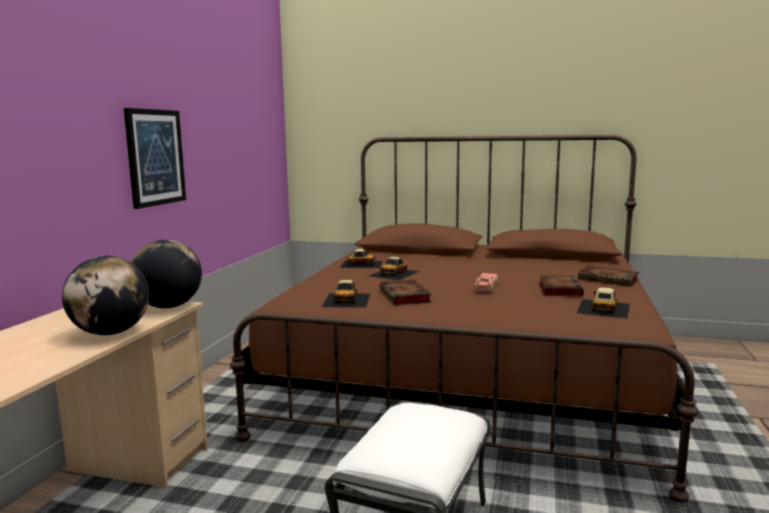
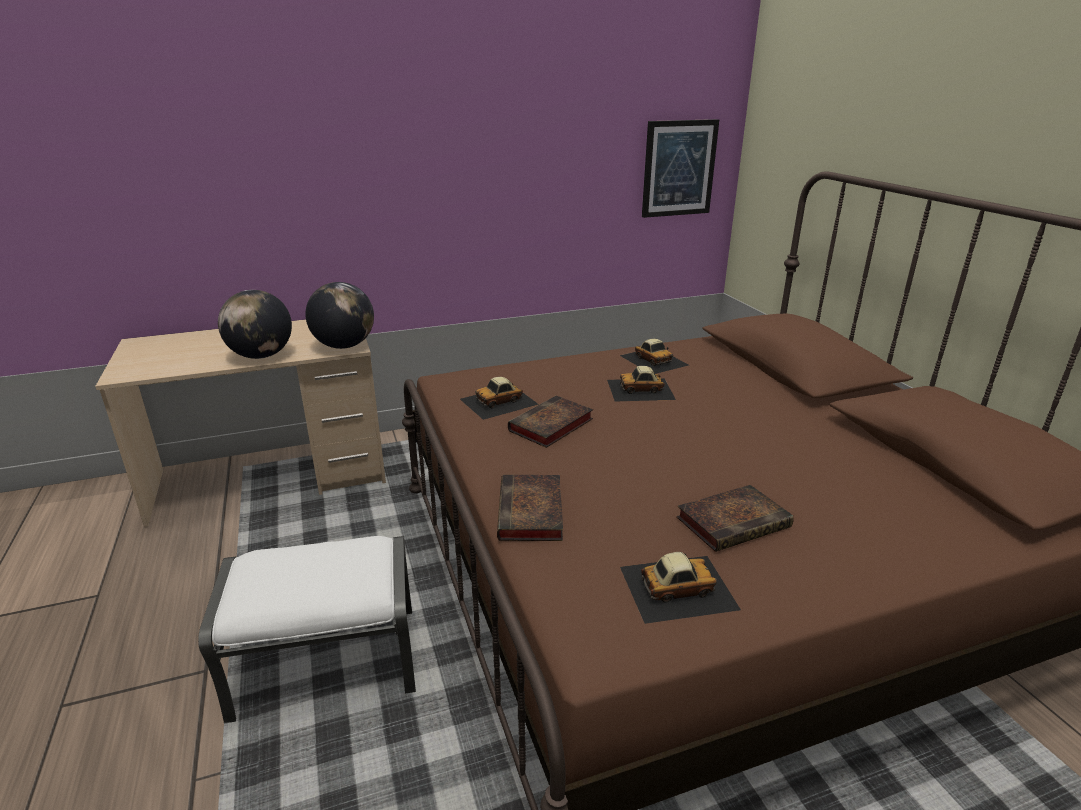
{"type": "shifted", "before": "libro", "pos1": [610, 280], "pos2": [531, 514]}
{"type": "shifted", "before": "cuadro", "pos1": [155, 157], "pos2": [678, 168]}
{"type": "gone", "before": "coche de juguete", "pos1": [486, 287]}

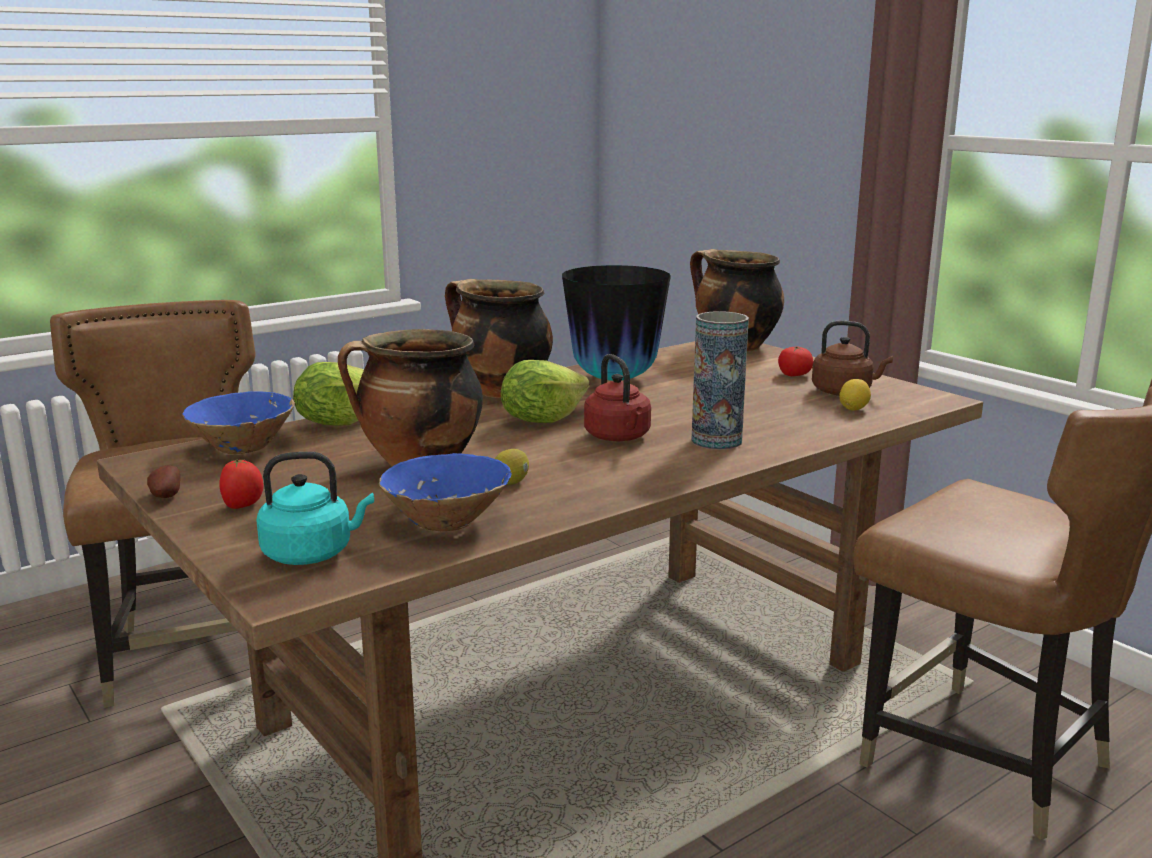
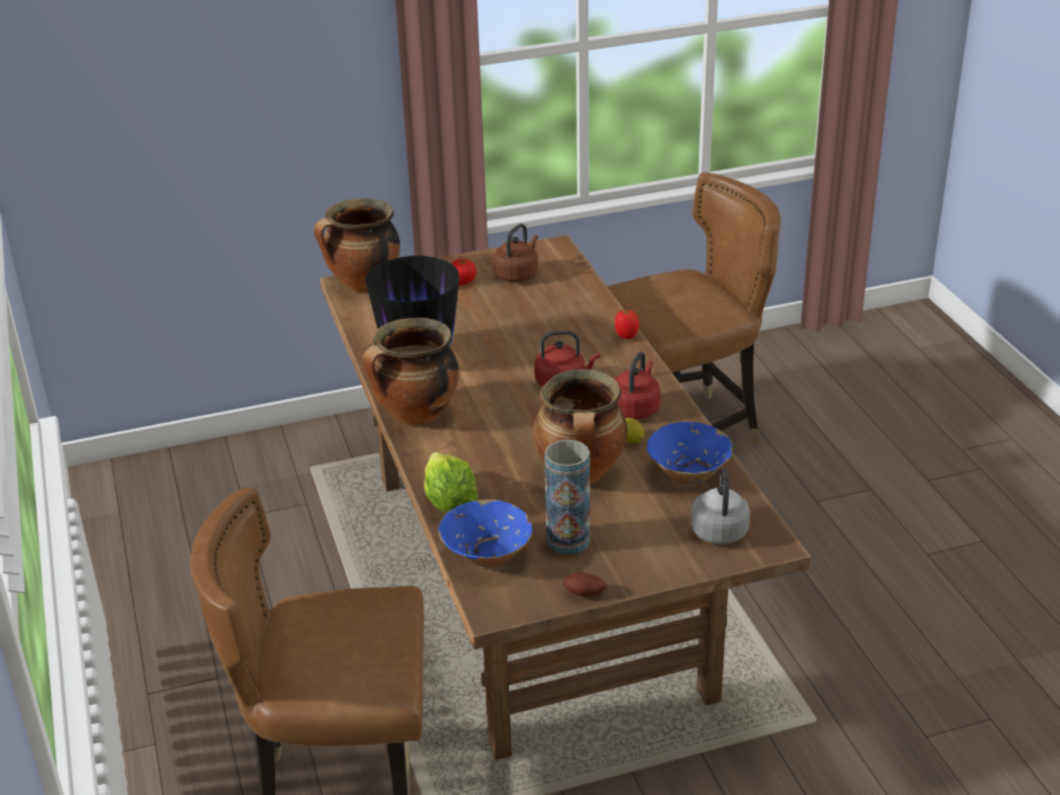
{"type": "shifted", "before": "florero", "pos1": [716, 441], "pos2": [568, 540]}
{"type": "new", "after": "hervidor [rojo]", "pos2": [635, 408]}
{"type": "shifted", "before": "tomate", "pos1": [243, 506], "pos2": [626, 336]}
{"type": "repainted", "before": "hervidor [turquesa]", "after": "hervidor [gris]", "pos1": [312, 553], "pos2": [719, 530]}
{"type": "gone", "before": "lechuga", "pos1": [541, 420]}
{"type": "gone", "before": "limón", "pos1": [853, 409]}

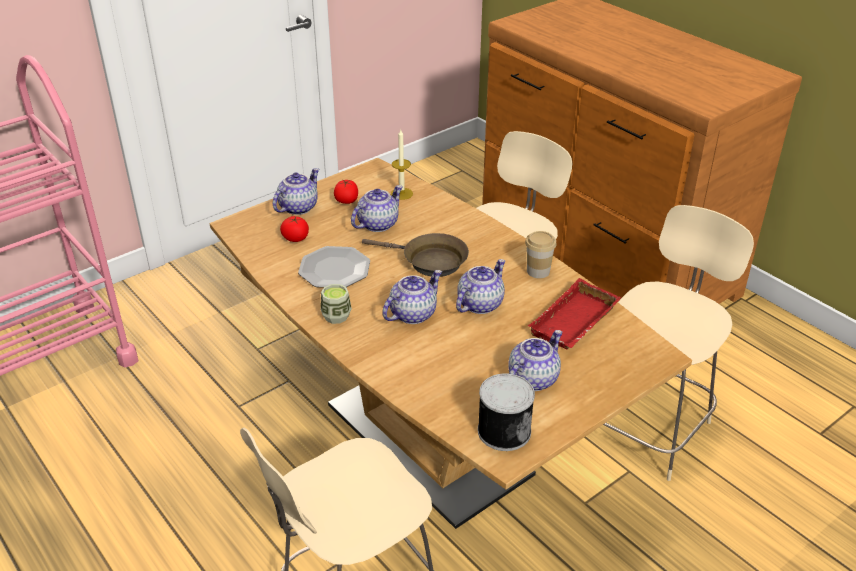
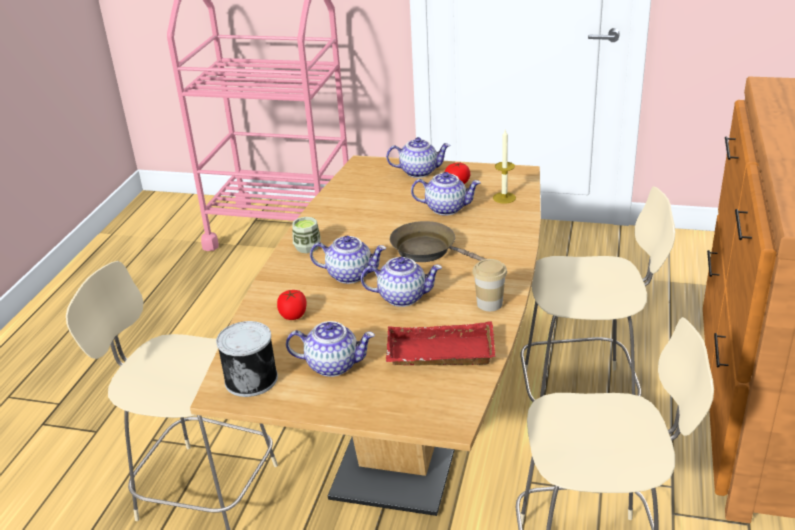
{"type": "shifted", "before": "tomate", "pos1": [295, 238], "pos2": [293, 315]}
{"type": "rotated", "before": "sartén [marrón]", "pos1": [429, 261], "pos2": [429, 250], "turn": 135}
{"type": "gone", "before": "plato", "pos1": [334, 269]}

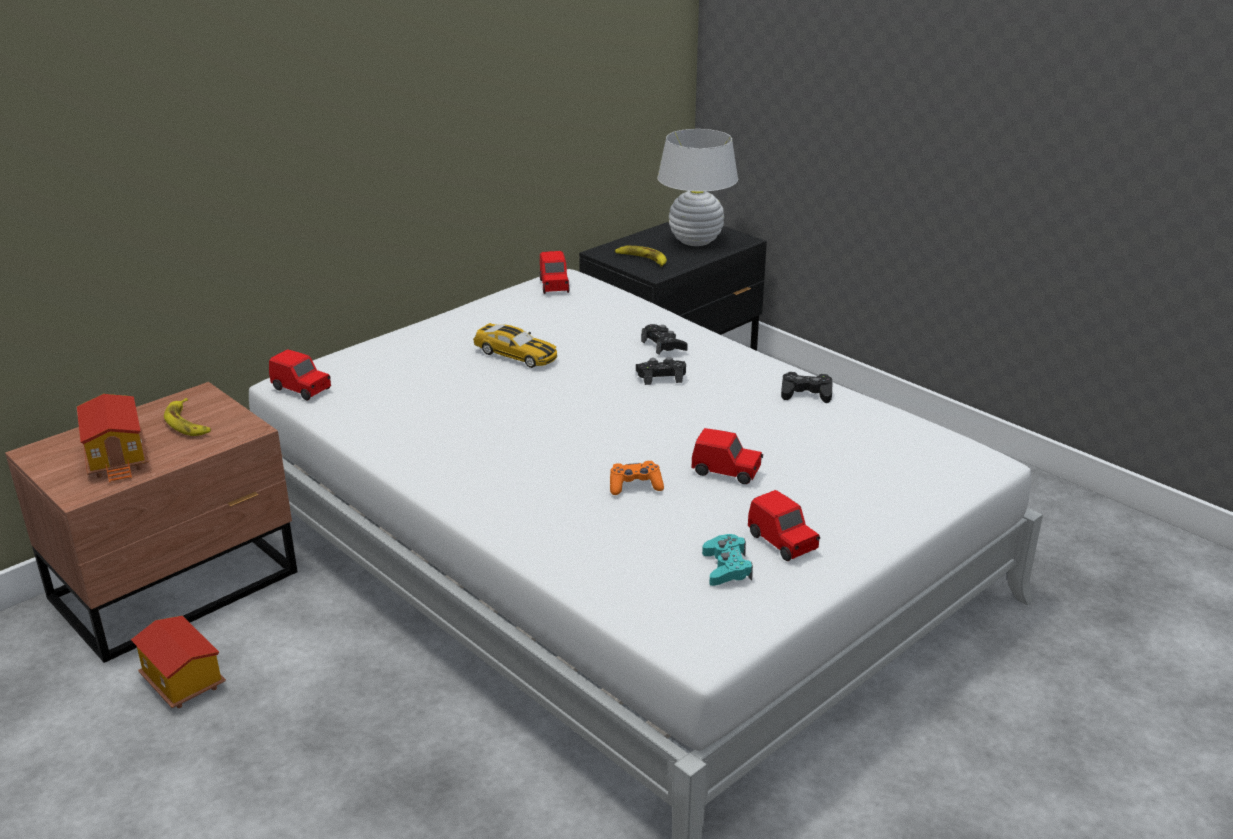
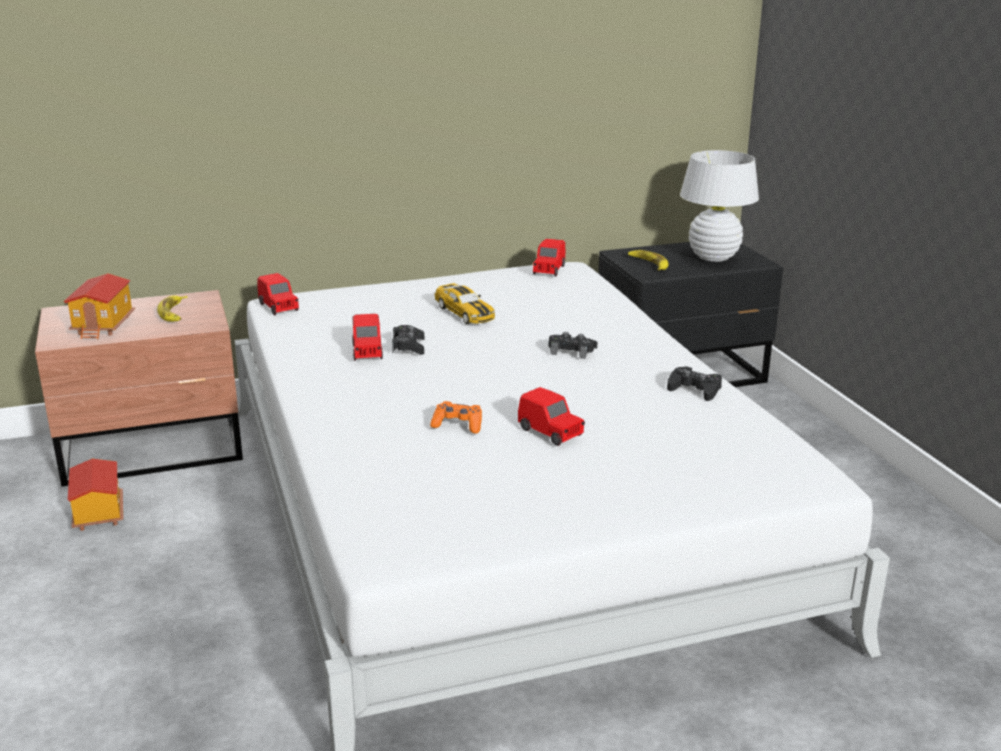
{"type": "shifted", "before": "coche de juguete [rojo]", "pos1": [782, 542], "pos2": [367, 352]}
{"type": "shifted", "before": "mando de consola [negro]", "pos1": [663, 345], "pos2": [408, 346]}
{"type": "gone", "before": "mando de consola [turquesa]", "pos1": [726, 568]}

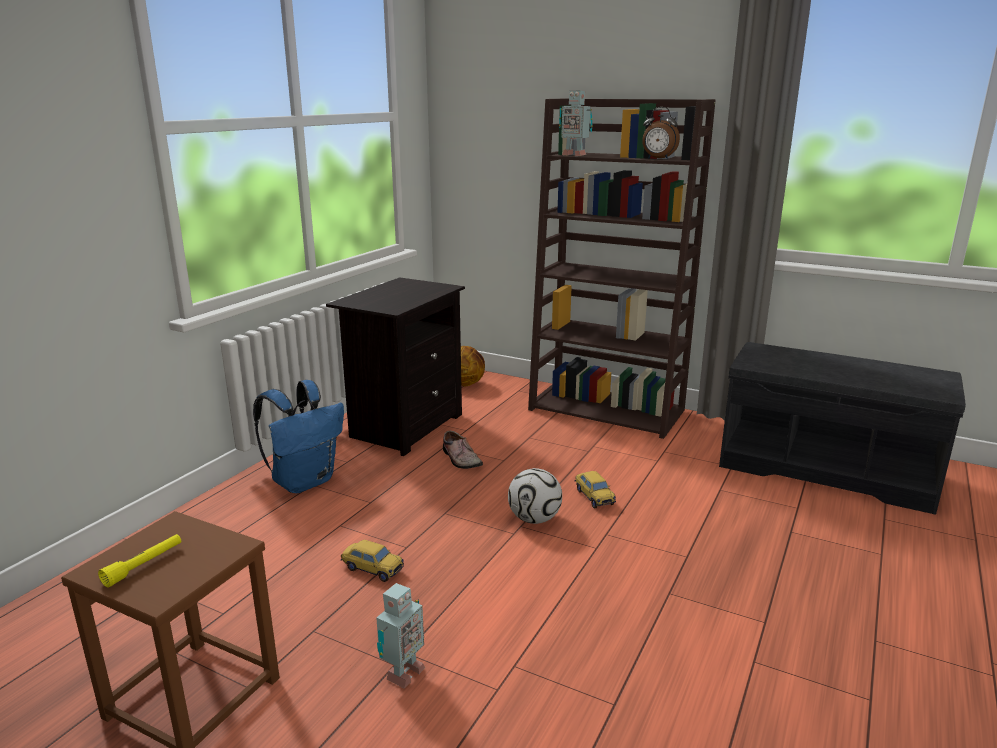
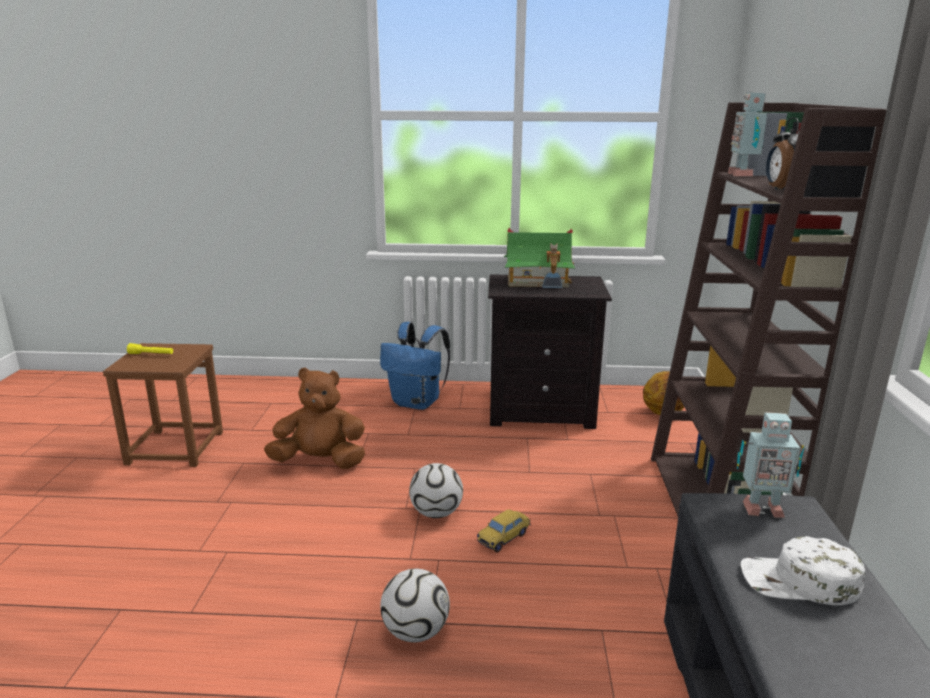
{"type": "swapped", "before": "coche de juguete", "after": "peluche [marrón]", "pos1": [372, 569], "pos2": [320, 461]}
{"type": "new", "after": "balón de fútbol", "pos2": [416, 632]}
{"type": "new", "after": "casita", "pos2": [538, 281]}
{"type": "shifted", "before": "robot de juguete", "pos1": [402, 673], "pos2": [760, 508]}
{"type": "new", "after": "gorra [blanco]", "pos2": [799, 581]}
{"type": "gone", "before": "zapato", "pos1": [460, 459]}

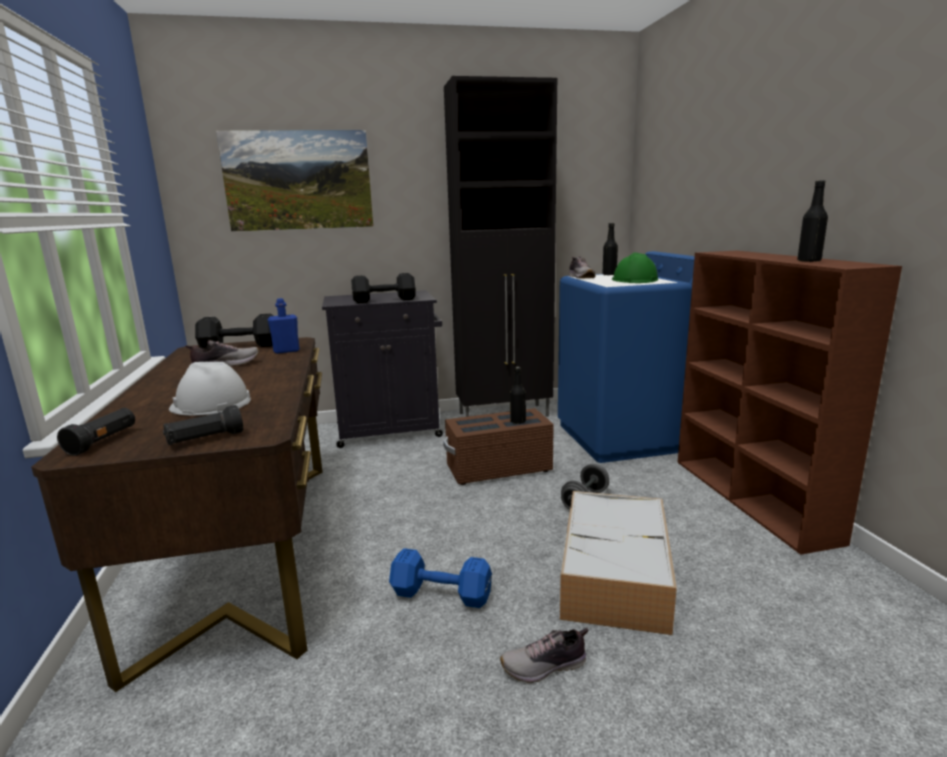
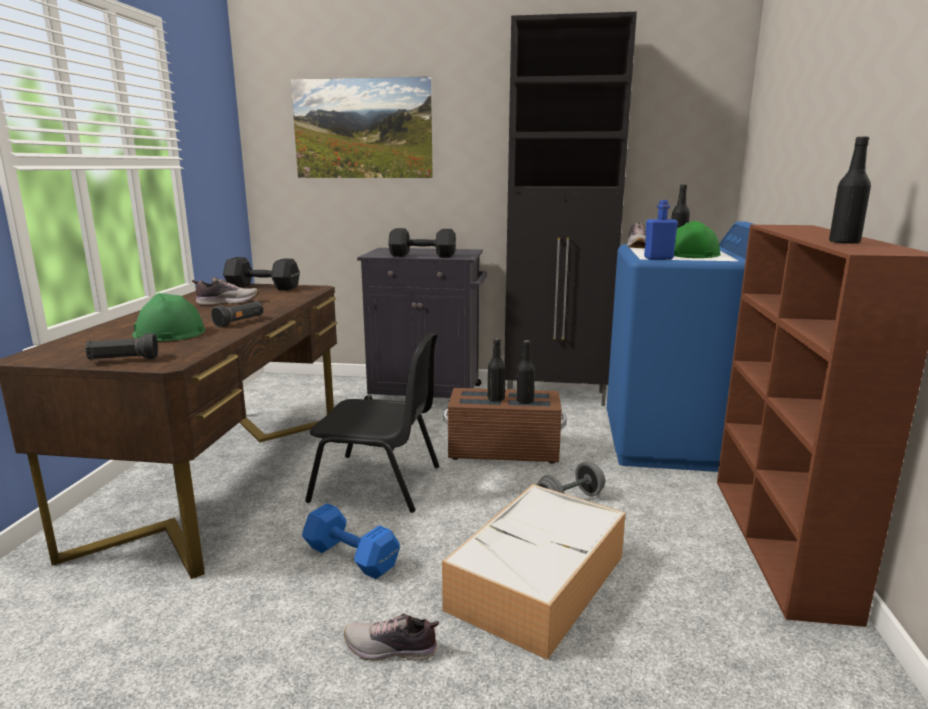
{"type": "repainted", "before": "casco [blanco]", "after": "casco [verde]", "pos1": [210, 404], "pos2": [169, 333]}
{"type": "shifted", "before": "linterna [negro]", "pos1": [103, 441], "pos2": [240, 322]}
{"type": "new", "after": "silla [negro]", "pos2": [378, 484]}
{"type": "new", "after": "botella [negro]", "pos2": [496, 399]}
{"type": "shifted", "before": "botella [azul]", "pos1": [286, 351], "pos2": [658, 258]}

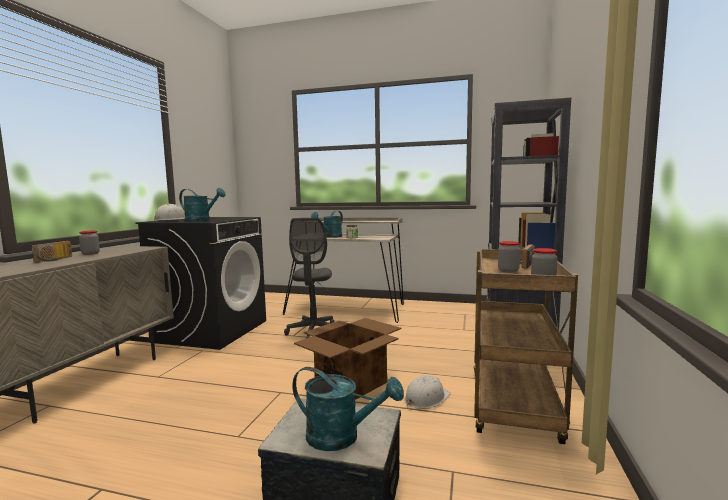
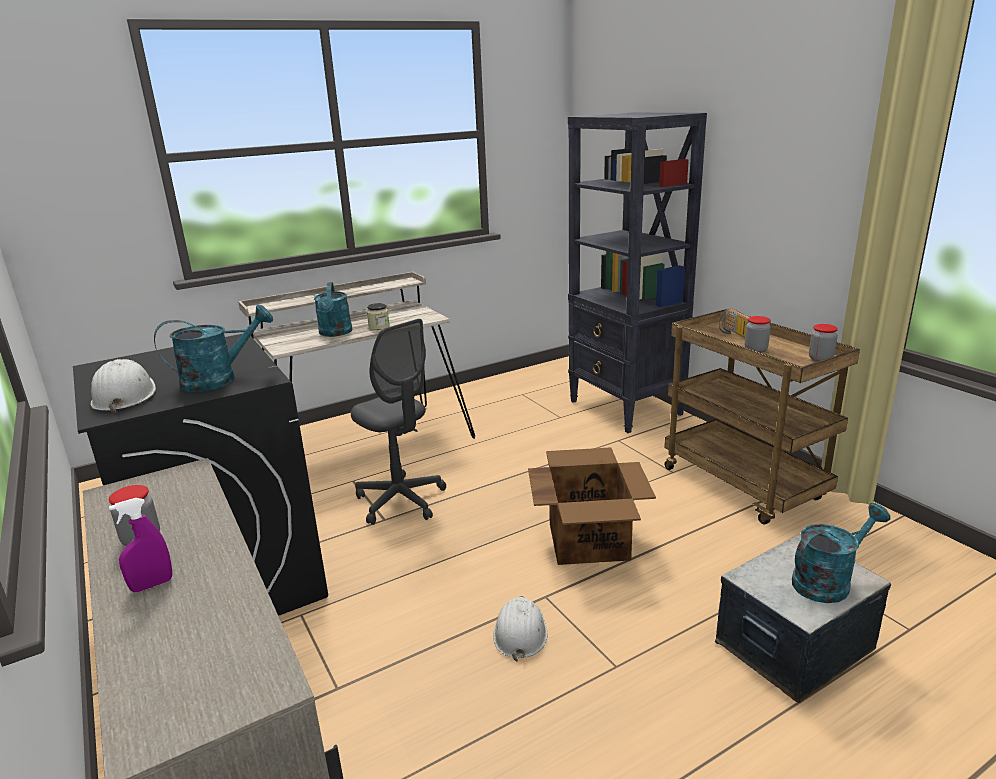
{"type": "swapped", "before": "radio", "after": "pulverizador [morado]", "pos1": [55, 259], "pos2": [152, 585]}
{"type": "shifted", "before": "casco [blanco]", "pos1": [426, 398], "pos2": [520, 632]}

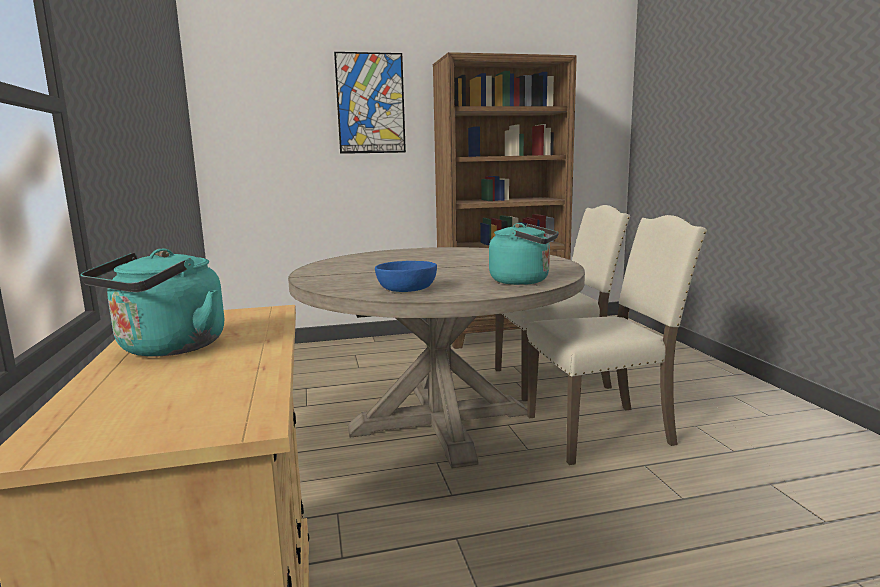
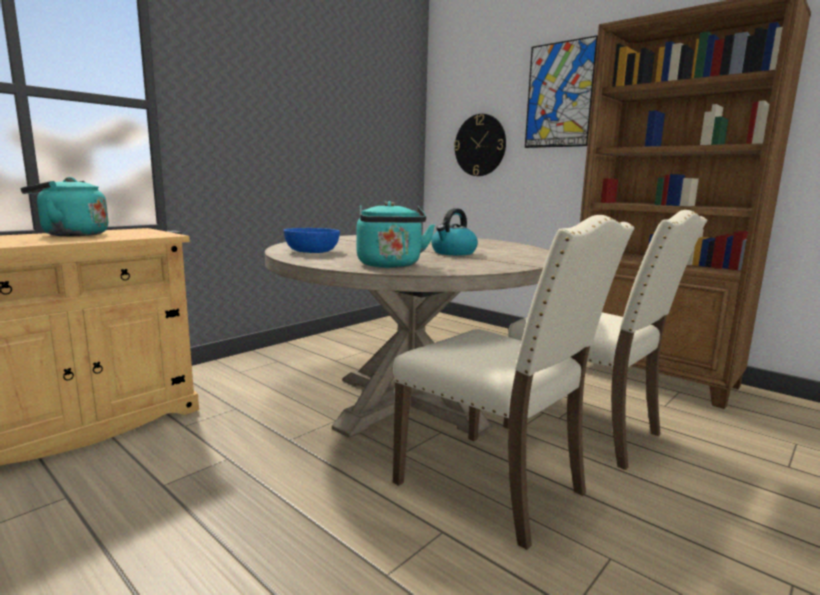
{"type": "new", "after": "hervidor", "pos2": [453, 253]}
{"type": "new", "after": "reloj de pared", "pos2": [480, 145]}

